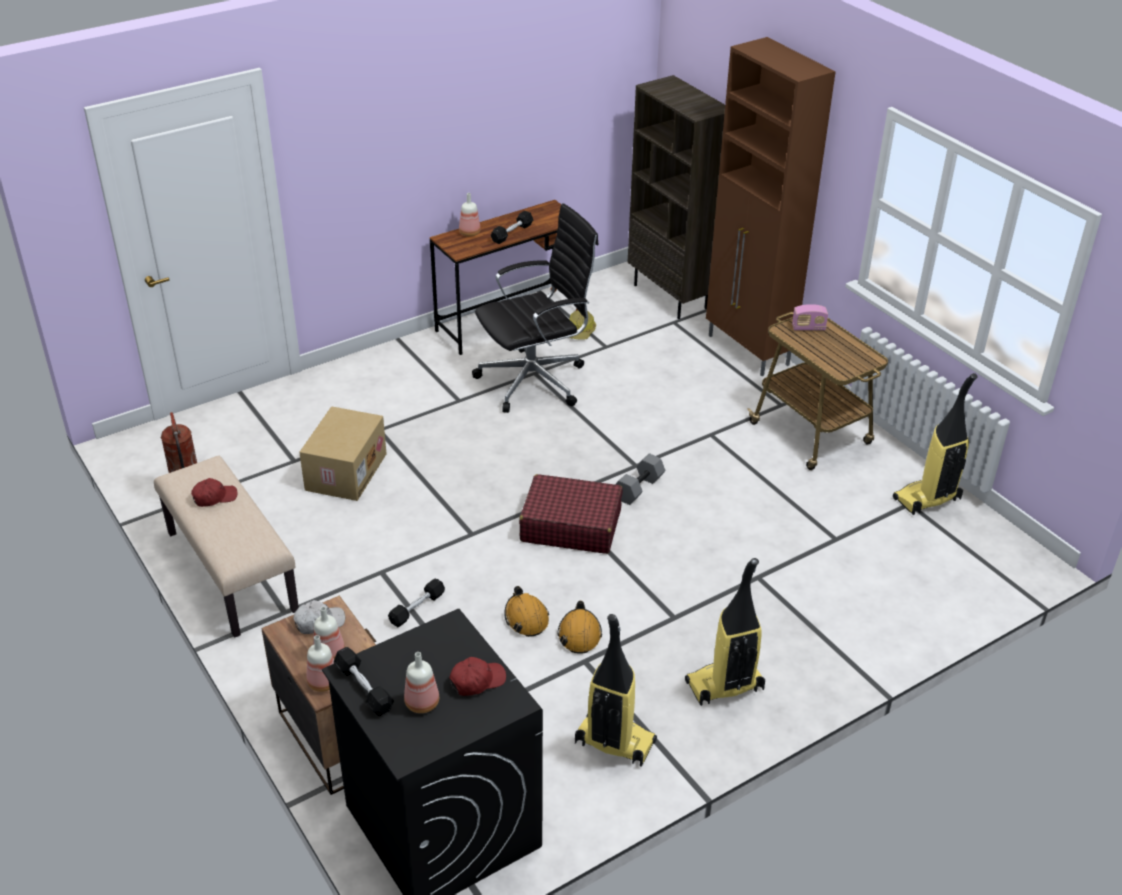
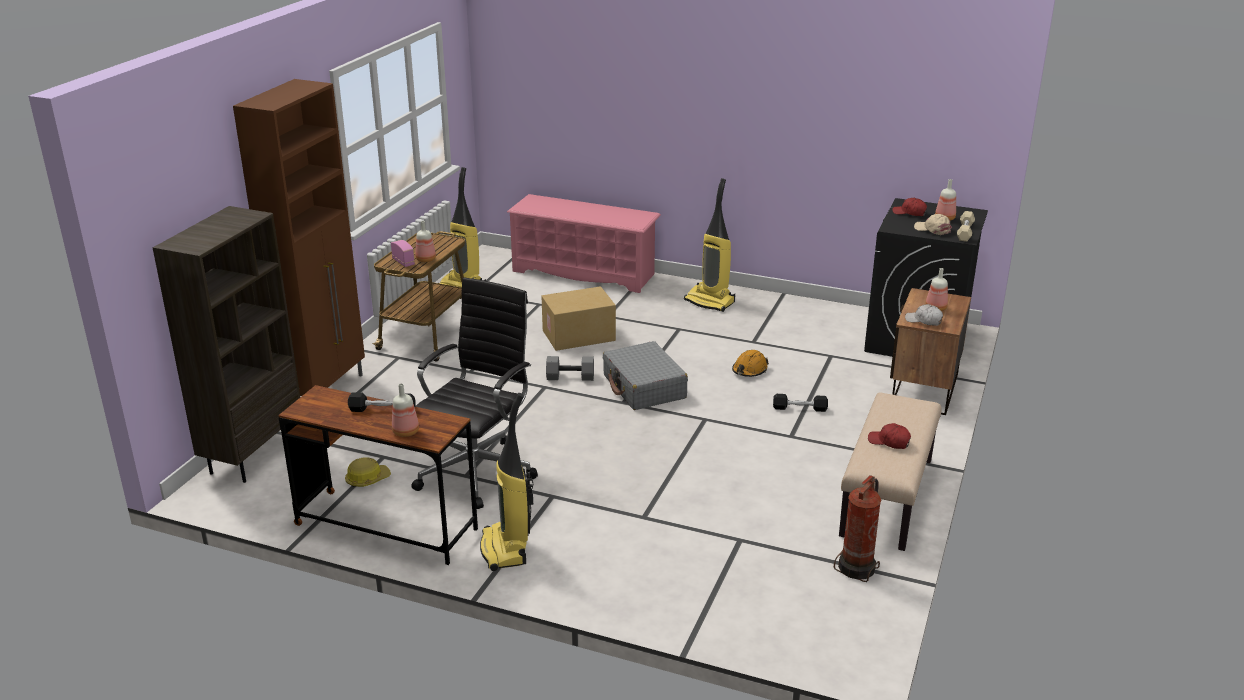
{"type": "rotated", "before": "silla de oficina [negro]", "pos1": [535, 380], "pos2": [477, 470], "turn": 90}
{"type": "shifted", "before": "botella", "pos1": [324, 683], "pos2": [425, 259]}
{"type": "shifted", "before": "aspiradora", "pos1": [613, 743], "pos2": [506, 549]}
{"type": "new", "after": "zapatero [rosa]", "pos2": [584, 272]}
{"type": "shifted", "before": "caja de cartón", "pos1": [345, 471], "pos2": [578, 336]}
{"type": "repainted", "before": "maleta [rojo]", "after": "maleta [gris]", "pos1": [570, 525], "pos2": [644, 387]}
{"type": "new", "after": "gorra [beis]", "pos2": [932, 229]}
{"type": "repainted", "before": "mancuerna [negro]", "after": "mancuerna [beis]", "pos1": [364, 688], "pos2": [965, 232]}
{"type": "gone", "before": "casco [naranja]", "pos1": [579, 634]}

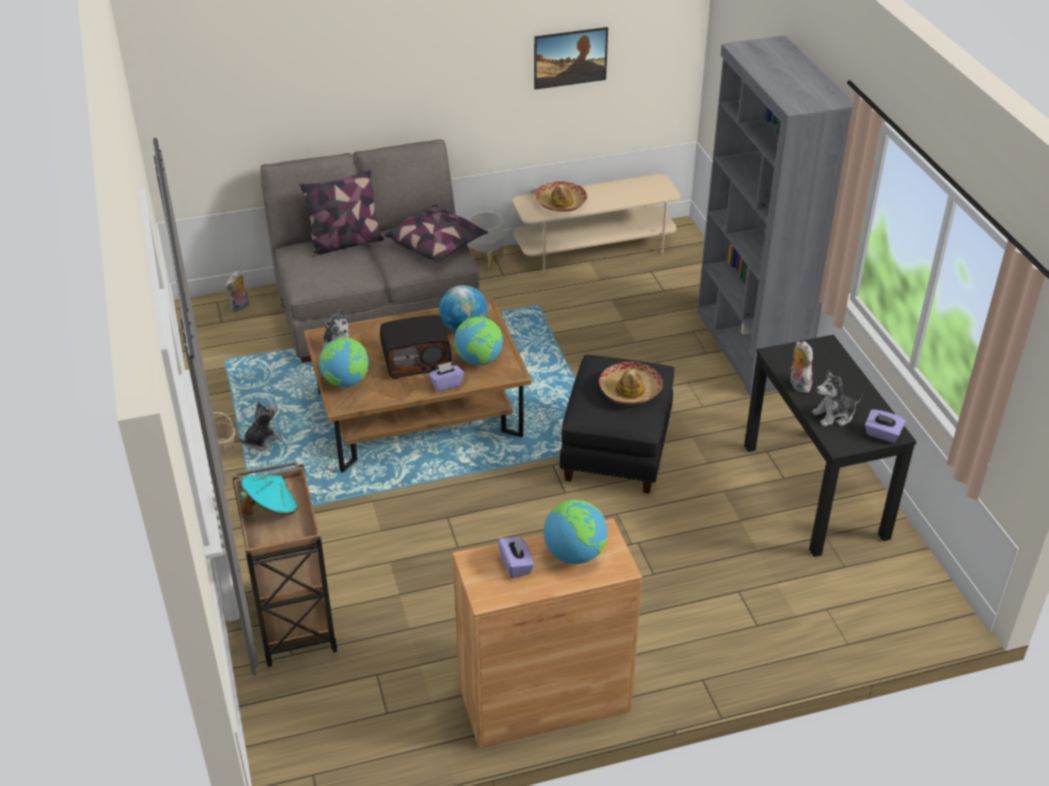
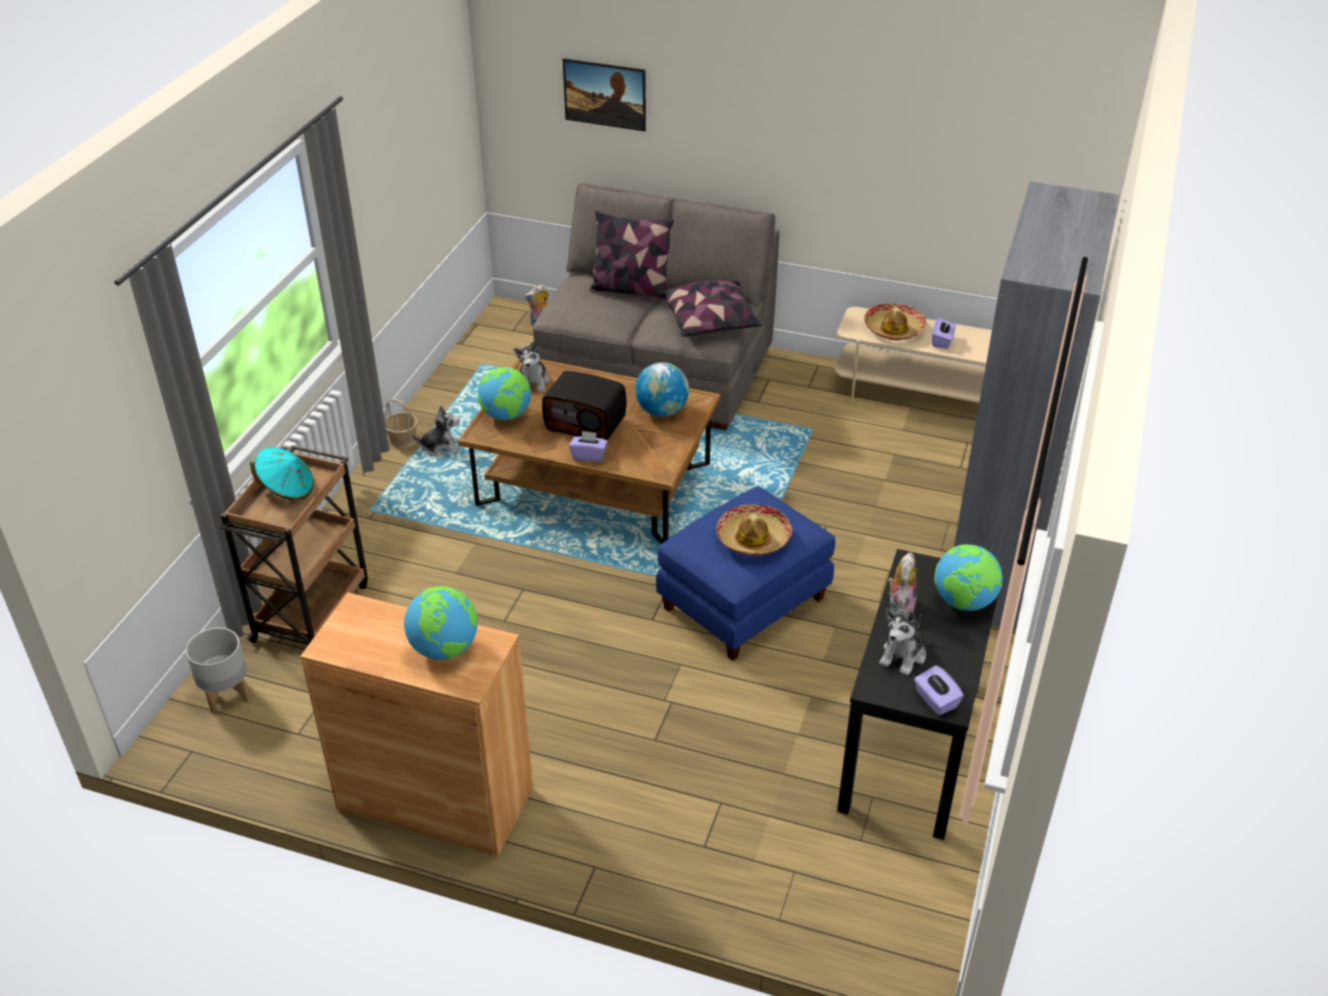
{"type": "shifted", "before": "maceta [gris]", "pos1": [486, 259], "pos2": [227, 694]}
{"type": "shifted", "before": "cuadro", "pos1": [570, 71], "pos2": [605, 109]}
{"type": "repainted", "before": "puf [negro]", "after": "puf [azul]", "pos1": [617, 451], "pos2": [744, 604]}
{"type": "rotated", "before": "peluche", "pos1": [834, 415], "pos2": [903, 655], "turn": -75}
{"type": "shifted", "before": "caja de pañuelos [morado]", "pos1": [516, 565], "pos2": [942, 341]}
{"type": "shifted", "before": "globo terráqueo", "pos1": [479, 360], "pos2": [964, 602]}

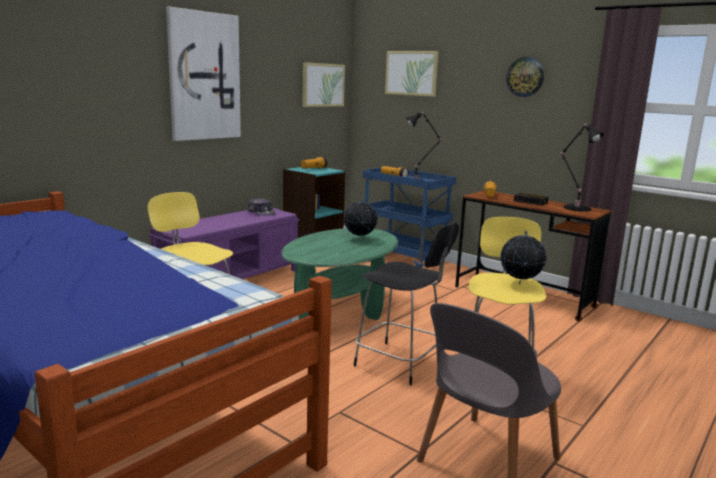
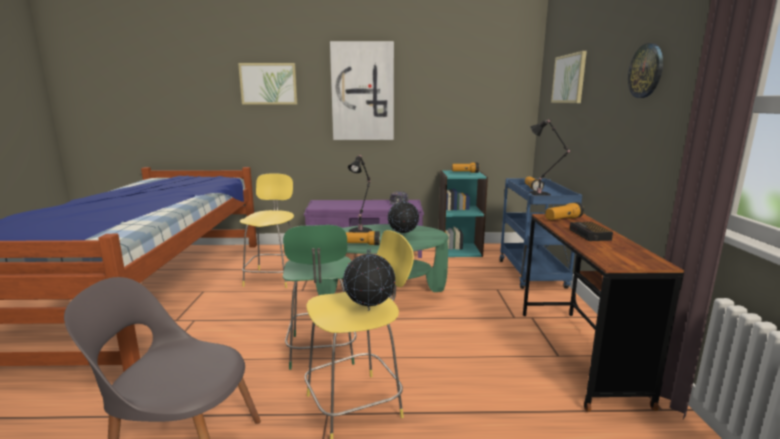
{"type": "shifted", "before": "cuadro", "pos1": [323, 85], "pos2": [268, 84]}
{"type": "repainted", "before": "taburete [negro]", "after": "taburete [verde]", "pos1": [400, 363], "pos2": [322, 351]}
{"type": "new", "after": "linterna", "pos2": [362, 244]}
{"type": "shifted", "before": "lámpara de mesa [negro]", "pos1": [575, 208], "pos2": [361, 231]}

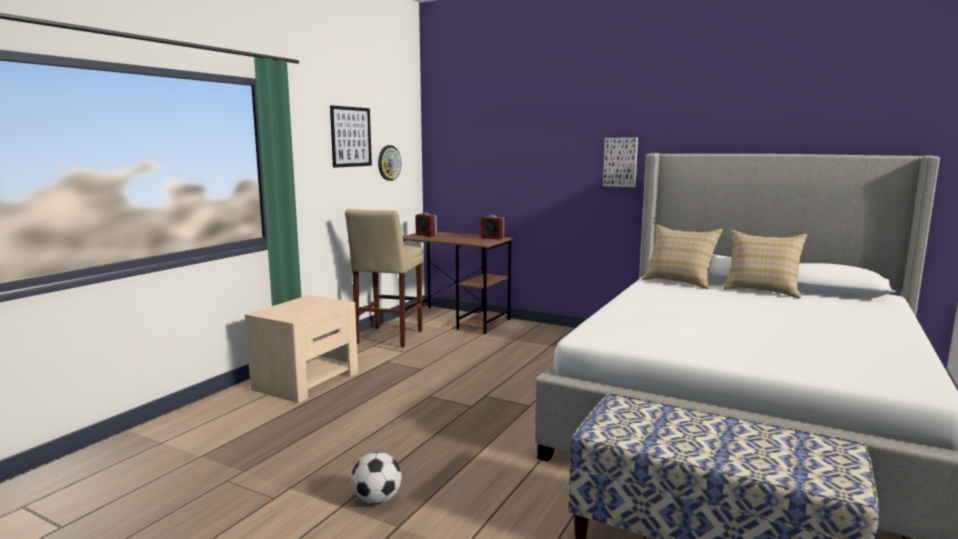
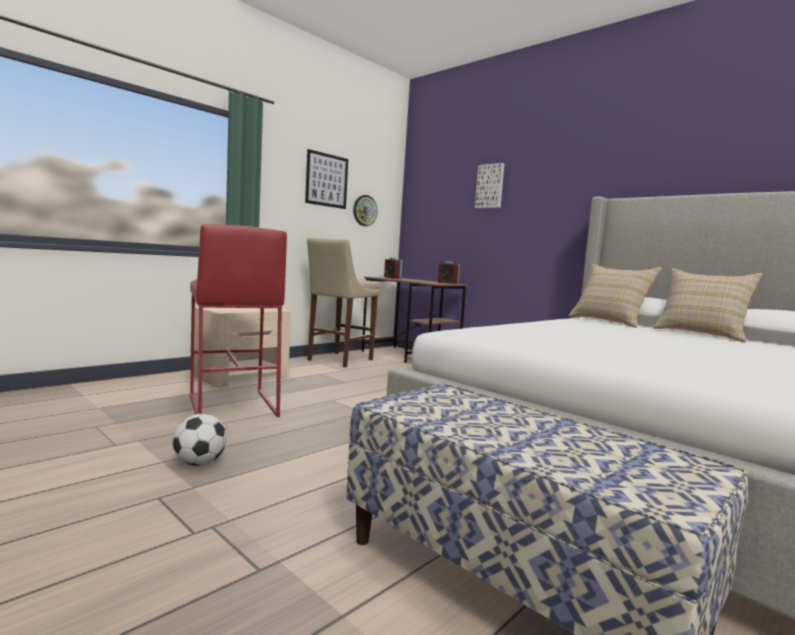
{"type": "new", "after": "taburete [rojo]", "pos2": [231, 406]}
{"type": "shifted", "before": "cuadro", "pos1": [620, 162], "pos2": [490, 186]}

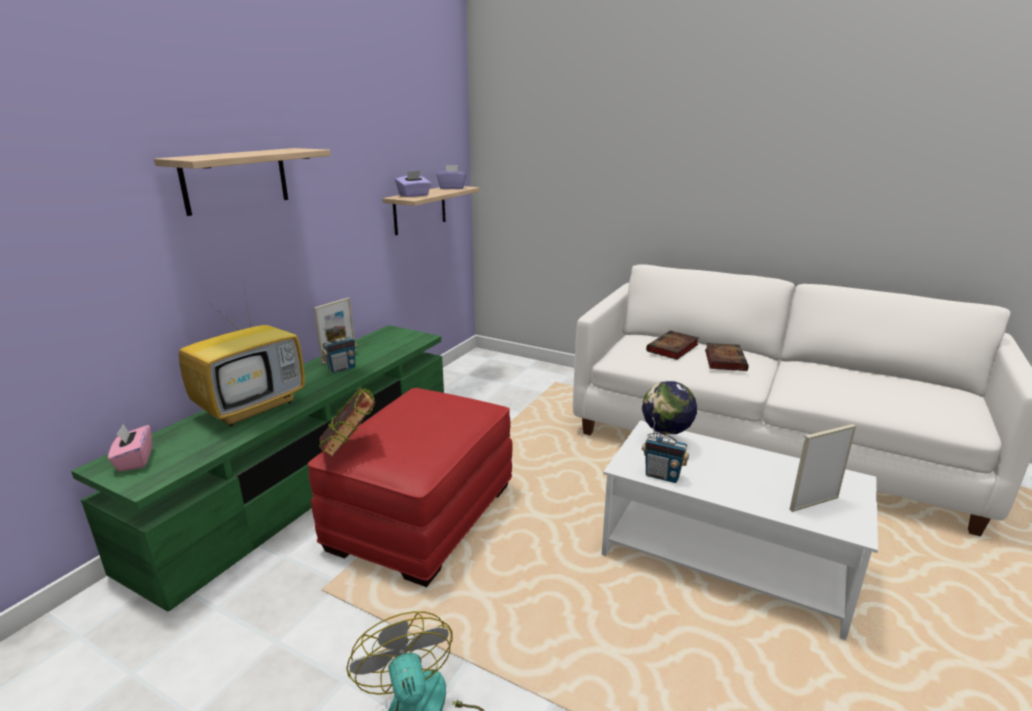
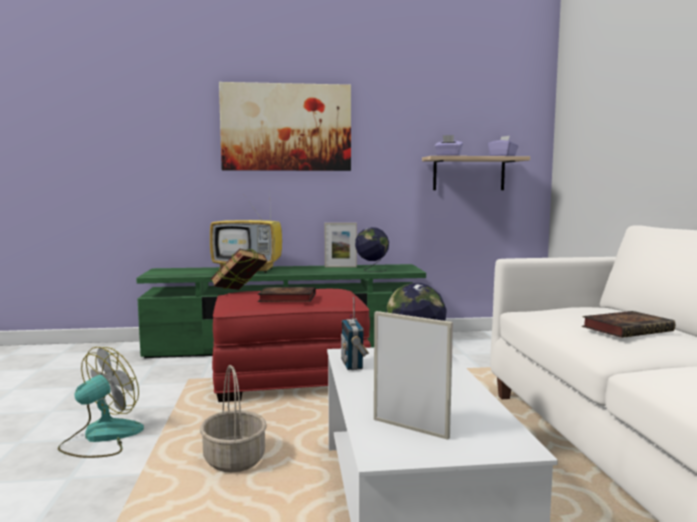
{"type": "new", "after": "cesta", "pos2": [233, 459]}
{"type": "swapped", "before": "estante", "after": "cuadro", "pos1": [236, 180], "pos2": [286, 127]}
{"type": "shifted", "before": "libro", "pos1": [672, 349], "pos2": [285, 298]}
{"type": "new", "after": "globo terráqueo", "pos2": [371, 270]}
{"type": "gone", "before": "caja de pañuelos [rosa]", "pos1": [134, 460]}
{"type": "gone", "before": "radio", "pos1": [341, 369]}

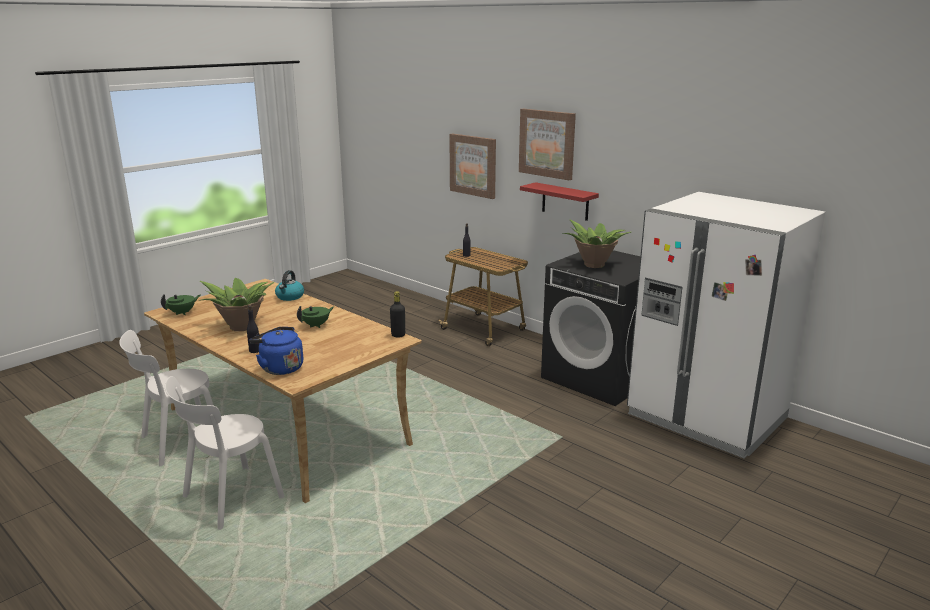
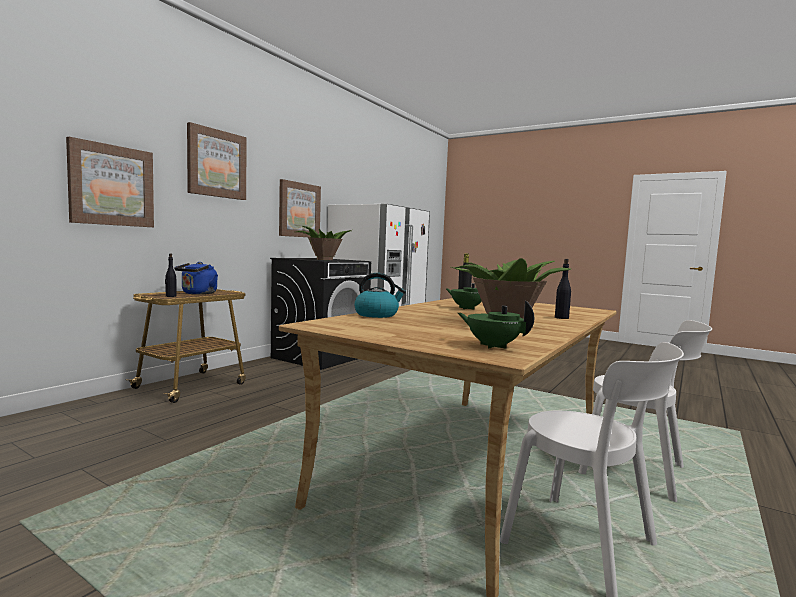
{"type": "shifted", "before": "hervidor [azul]", "pos1": [279, 368], "pos2": [198, 293]}
{"type": "new", "after": "cuadro", "pos2": [299, 210]}
{"type": "gone", "before": "estante [rojo]", "pos1": [565, 201]}

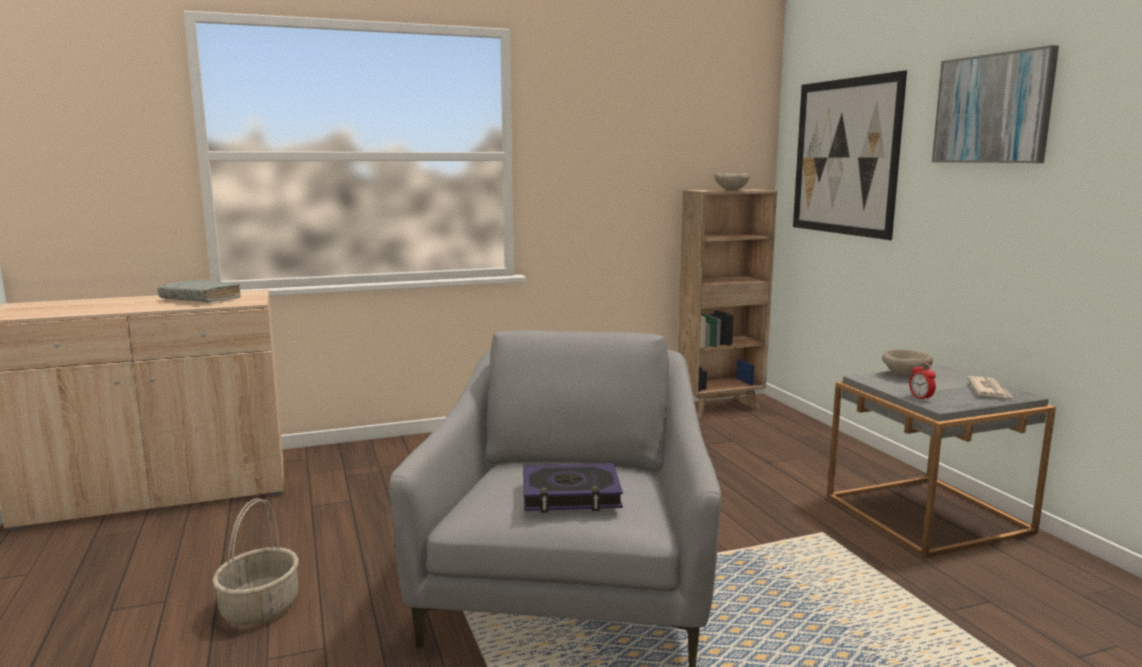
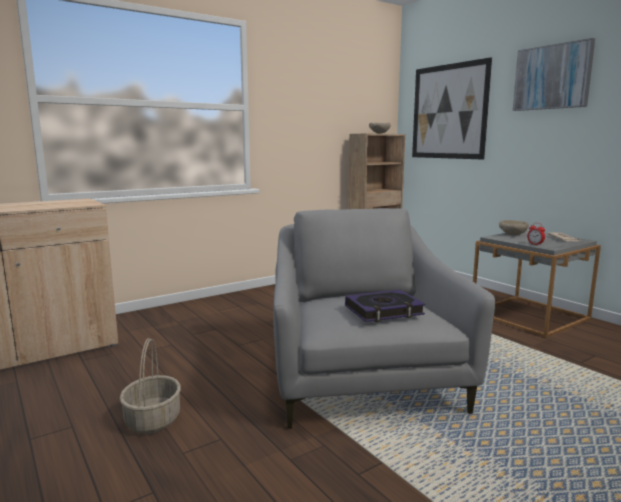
{"type": "gone", "before": "libro [gris]", "pos1": [200, 299]}

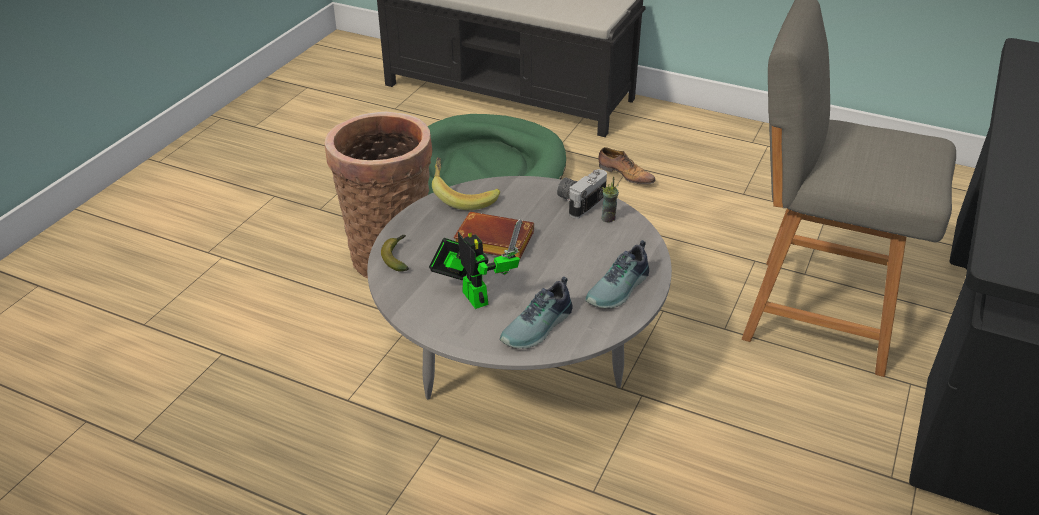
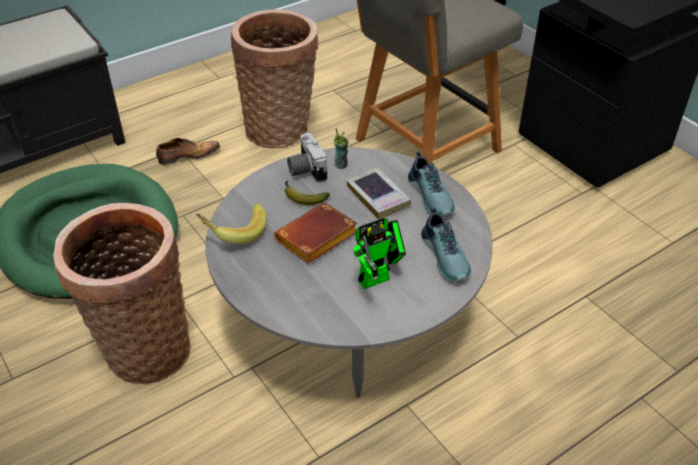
{"type": "new", "after": "cesta", "pos2": [281, 129]}
{"type": "shifted", "before": "plátano", "pos1": [397, 256], "pos2": [302, 197]}
{"type": "new", "after": "libro", "pos2": [378, 197]}
{"type": "rotated", "before": "robot de juguete", "pos1": [472, 295], "pos2": [378, 278], "turn": 150}

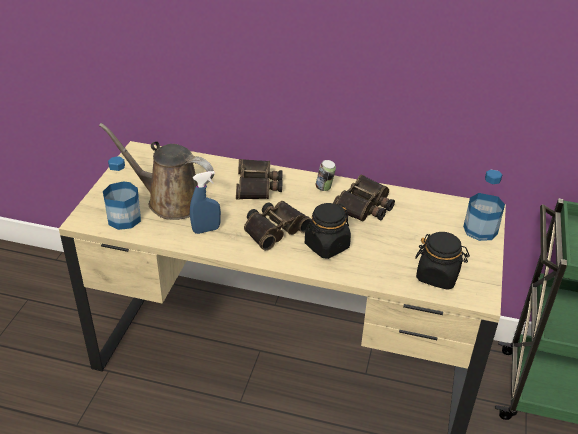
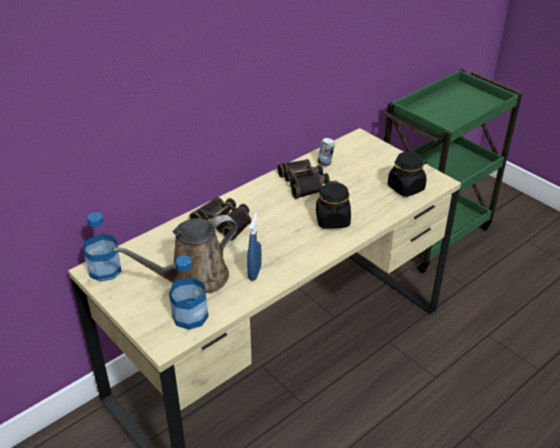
{"type": "shifted", "before": "botella", "pos1": [480, 230], "pos2": [105, 270]}
{"type": "shifted", "before": "lata", "pos1": [324, 188], "pos2": [325, 163]}
{"type": "gone", "before": "prismáticos", "pos1": [274, 228]}

